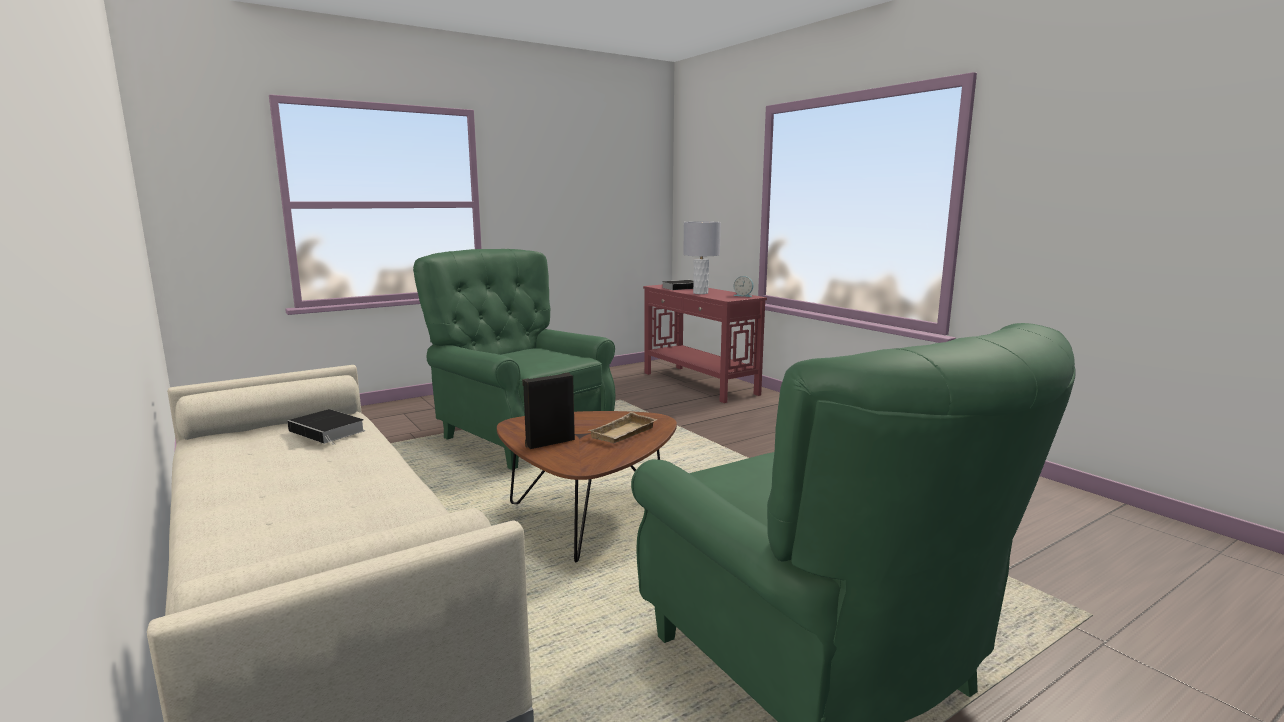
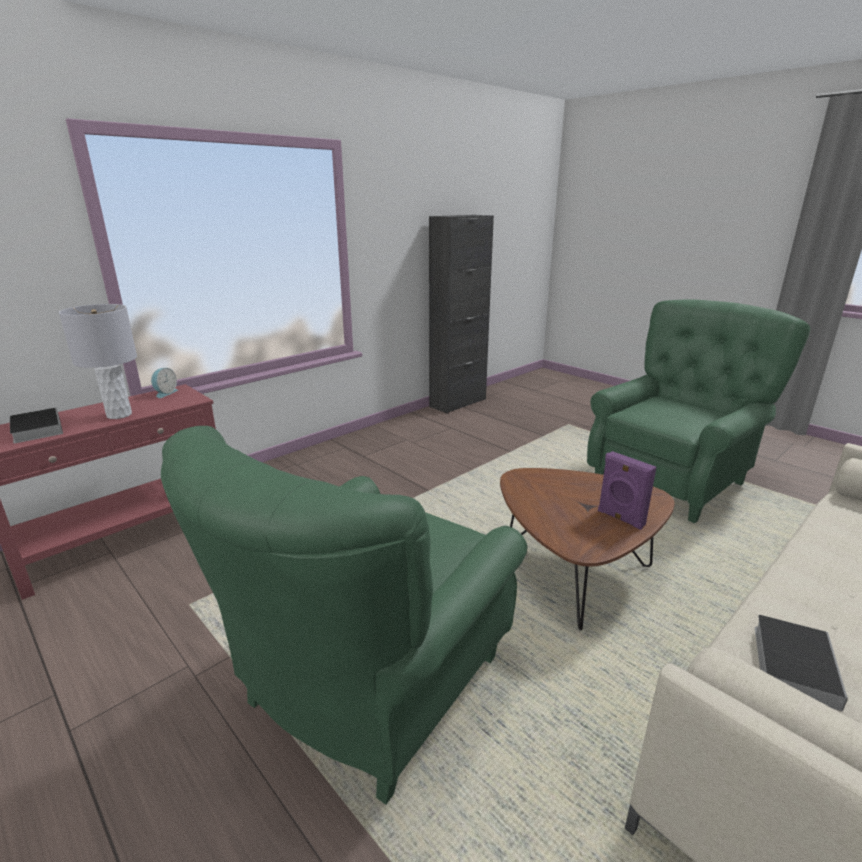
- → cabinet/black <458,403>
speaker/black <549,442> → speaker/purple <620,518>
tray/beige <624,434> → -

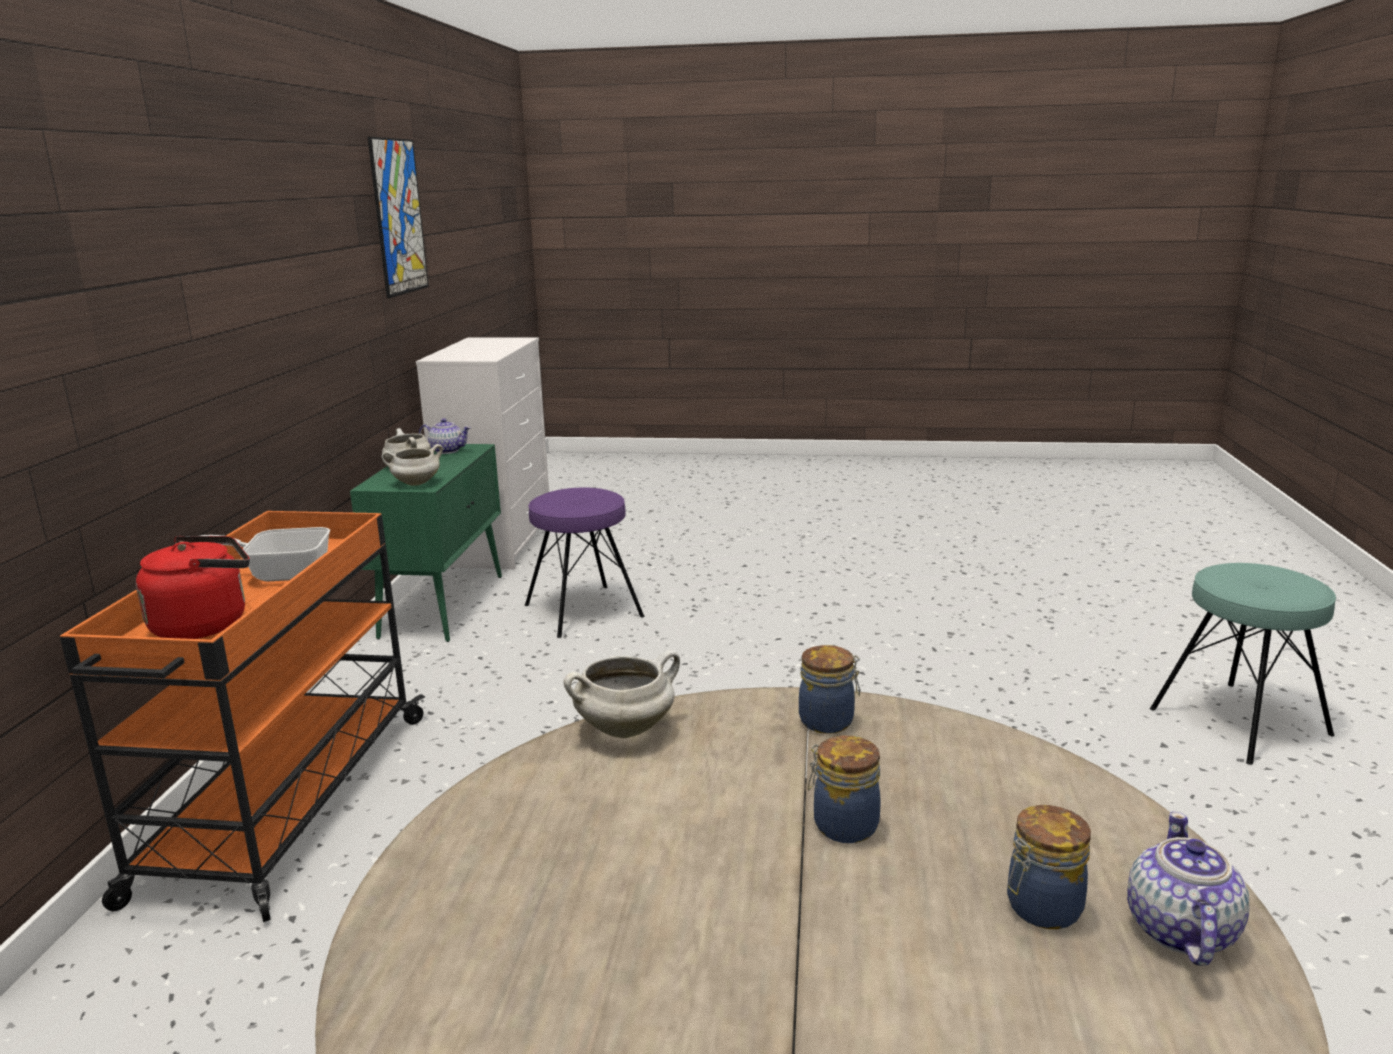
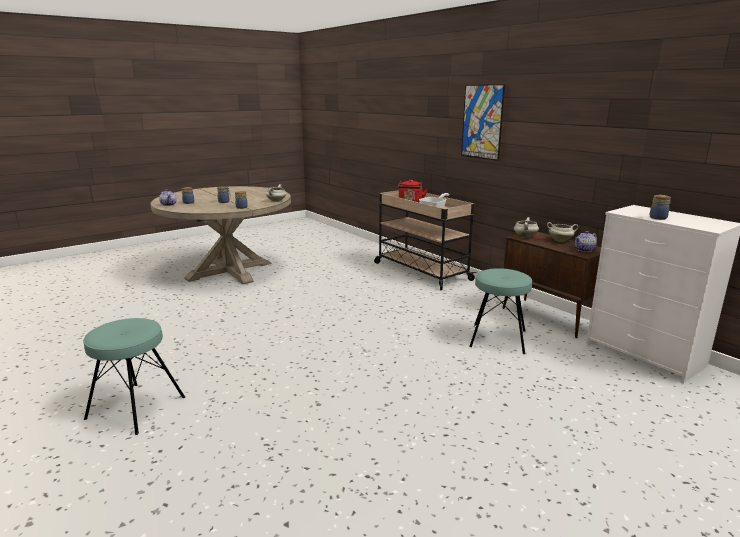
cart/orange <284,805> → cart/beige <420,271>
picture <398,217> → picture <482,122>, moved
stool/purple <583,611> → stool/turquoise <498,338>
cabinet/green <443,605> → cabinet/brown <549,318>
- → jar <657,218>

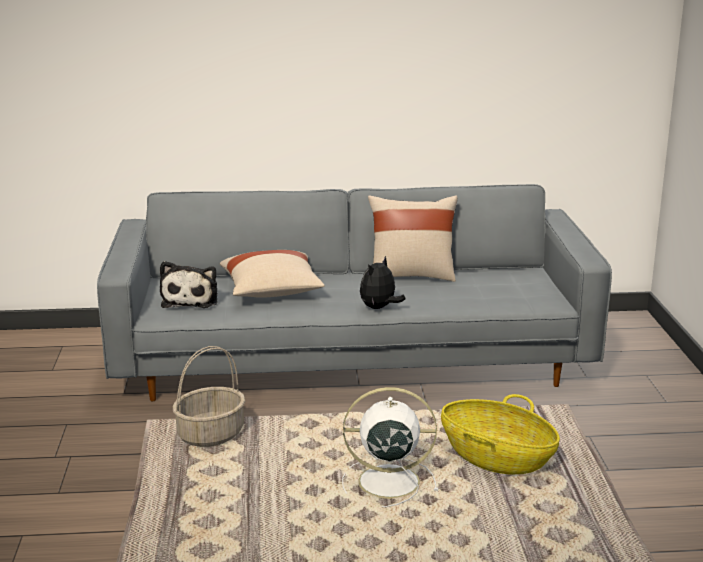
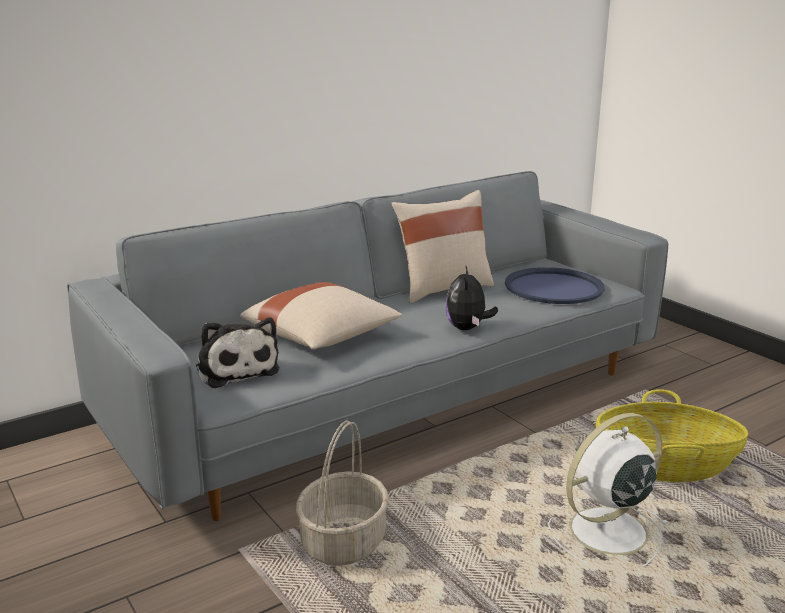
- → tray/blue <554,287>

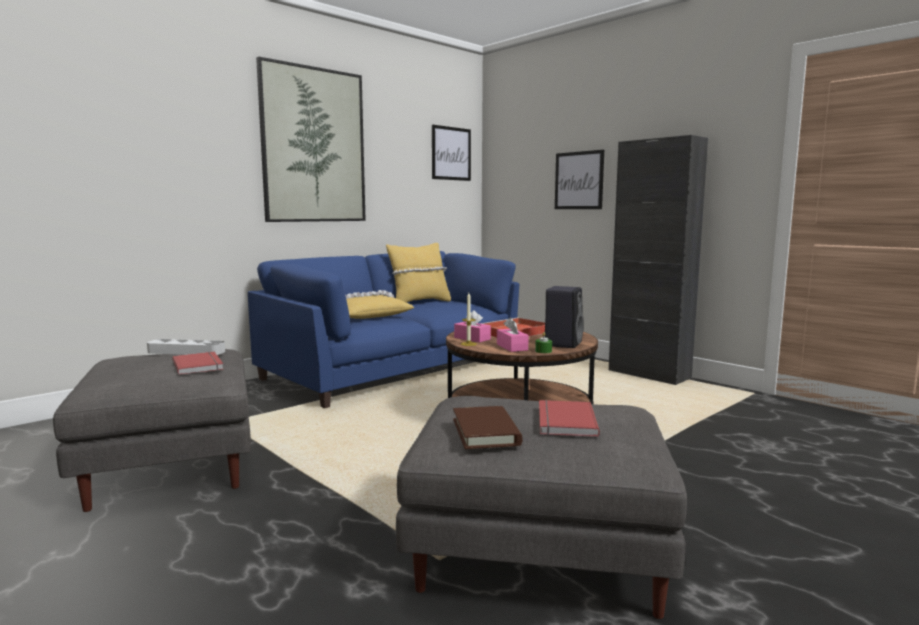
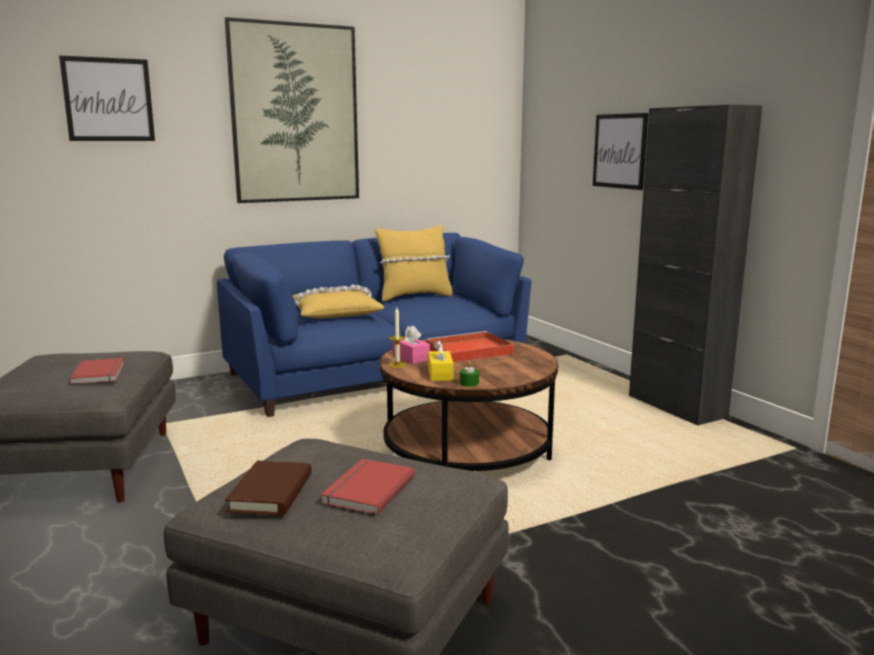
picture <451,153> → picture <108,100>, moved
tissue box/pink <512,347> → tissue box/yellow <440,374>
tray/grey <186,352> → -
speaker/black <563,344> → -

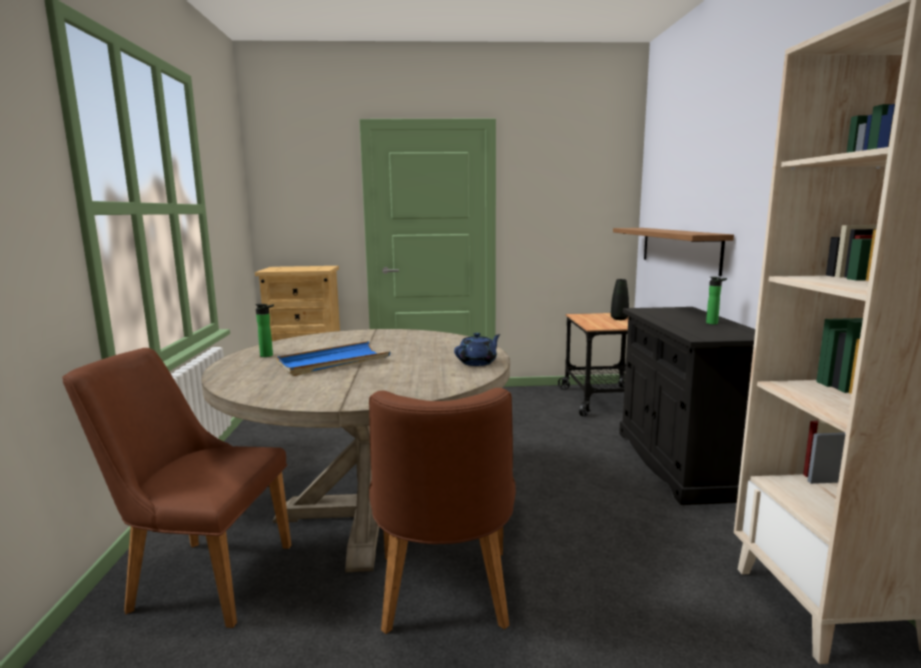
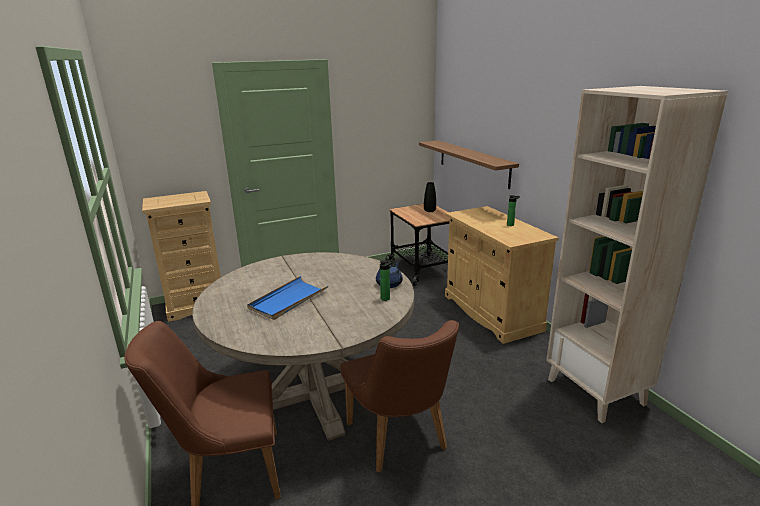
bottle <268,355> → bottle <386,298>, moved
cabinet/black <681,463> → cabinet/beige <491,312>

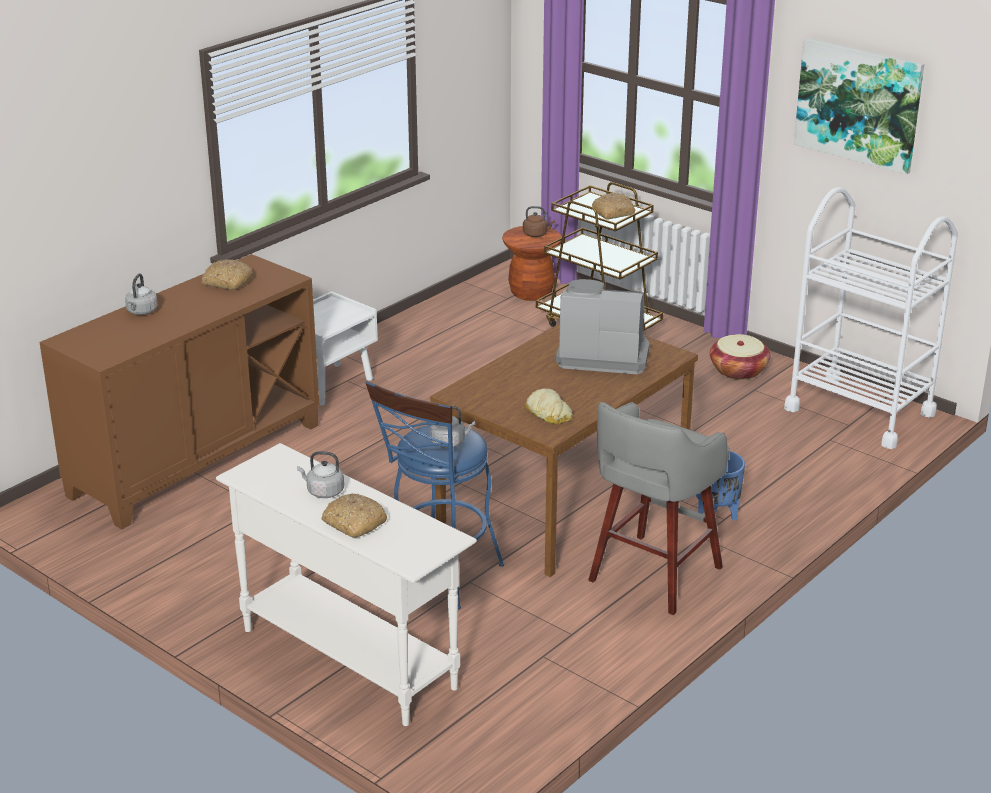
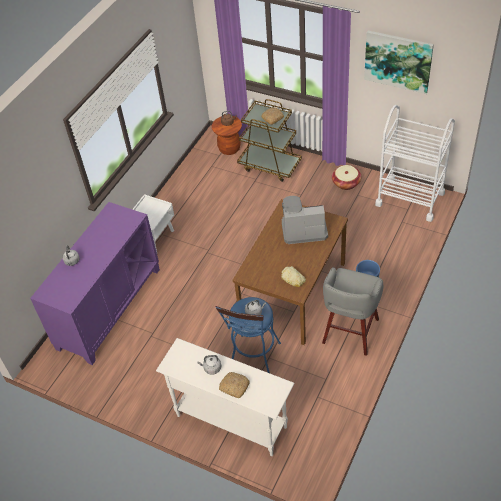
cabinet/brown <196,459> → cabinet/purple <109,308>
bread <227,282> → -

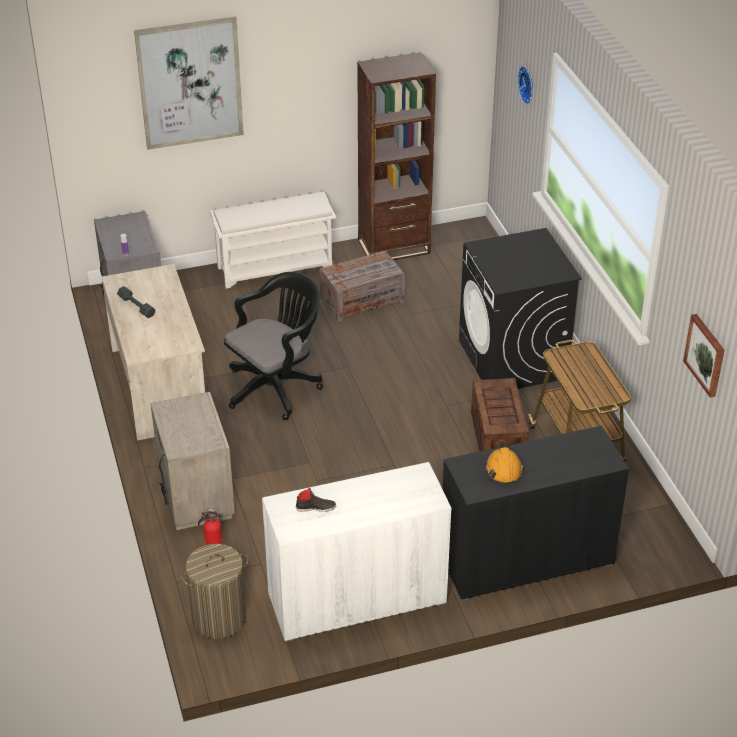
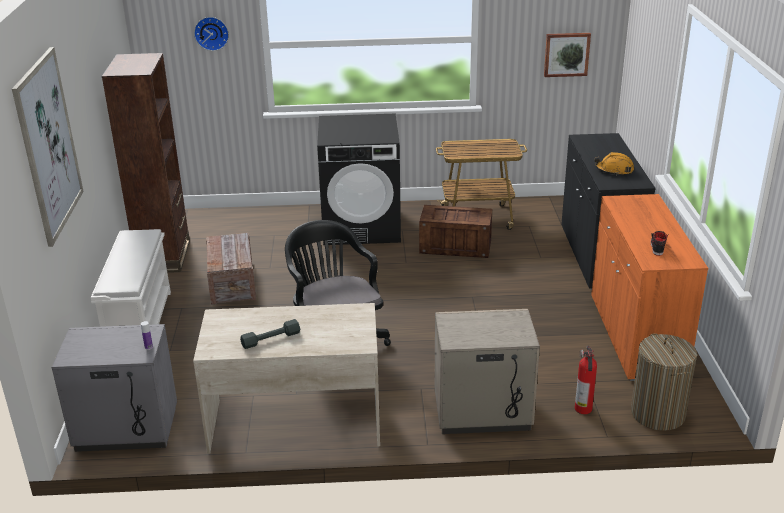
cabinet/white <356,599> → cabinet/orange <636,335>

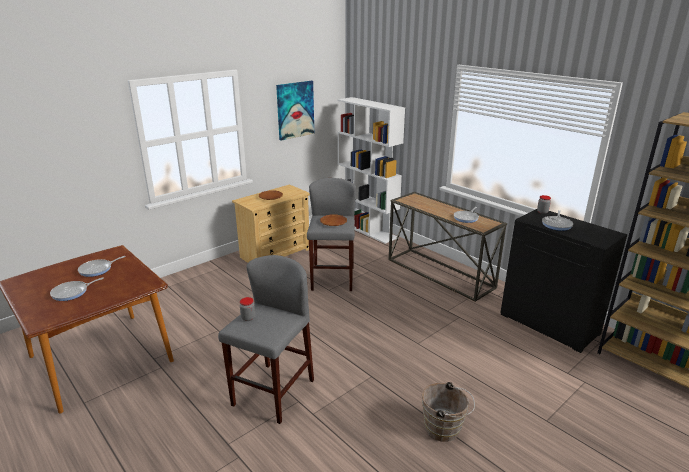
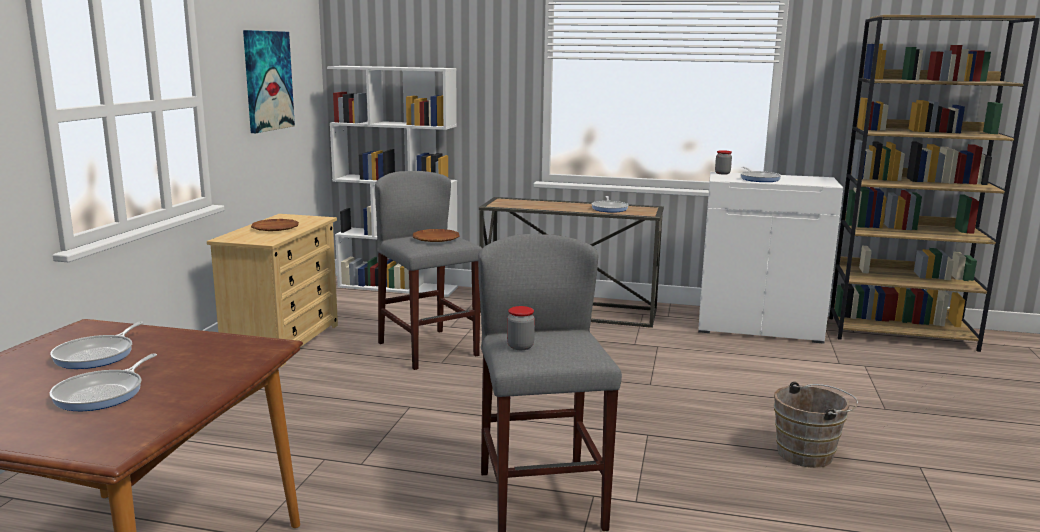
cabinet/black <550,324> → cabinet/white <759,327>

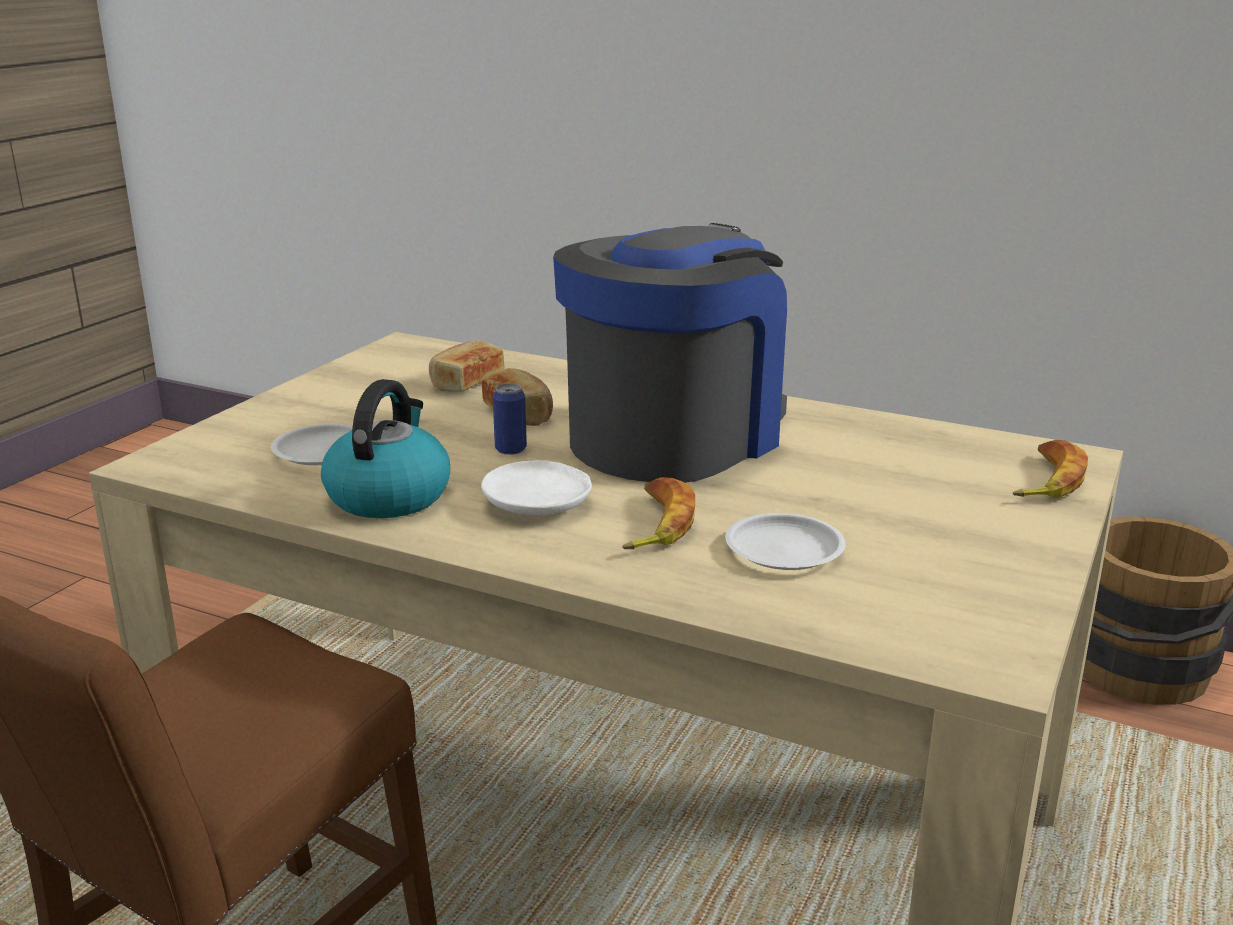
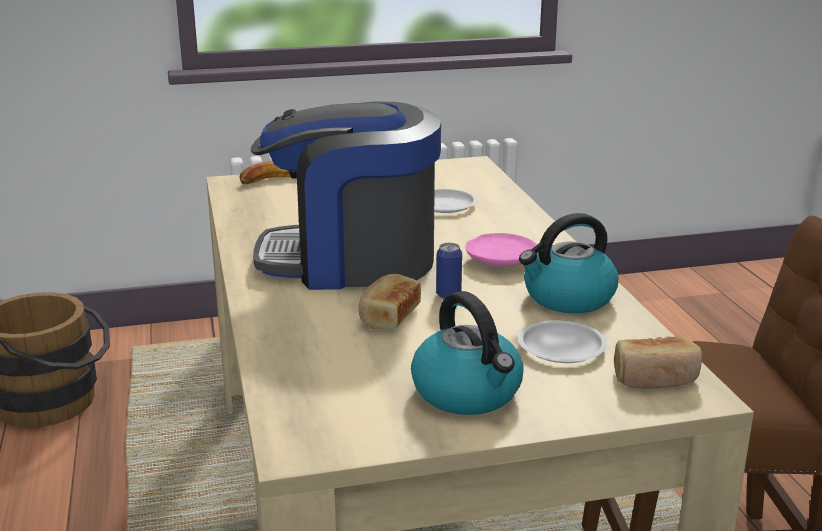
- → kettle <468,393>
plate/white <538,504> → plate/pink <500,260>
bread <465,382> → bread <655,379>, moved
banana <656,524> → -

